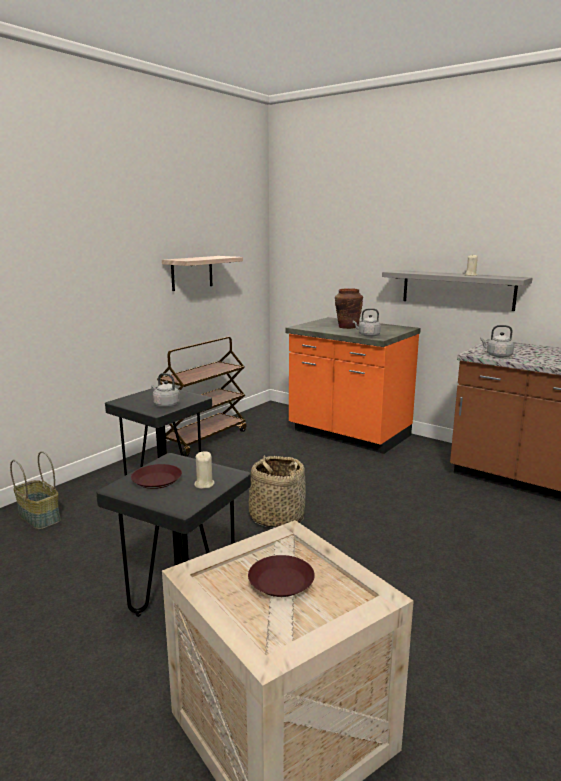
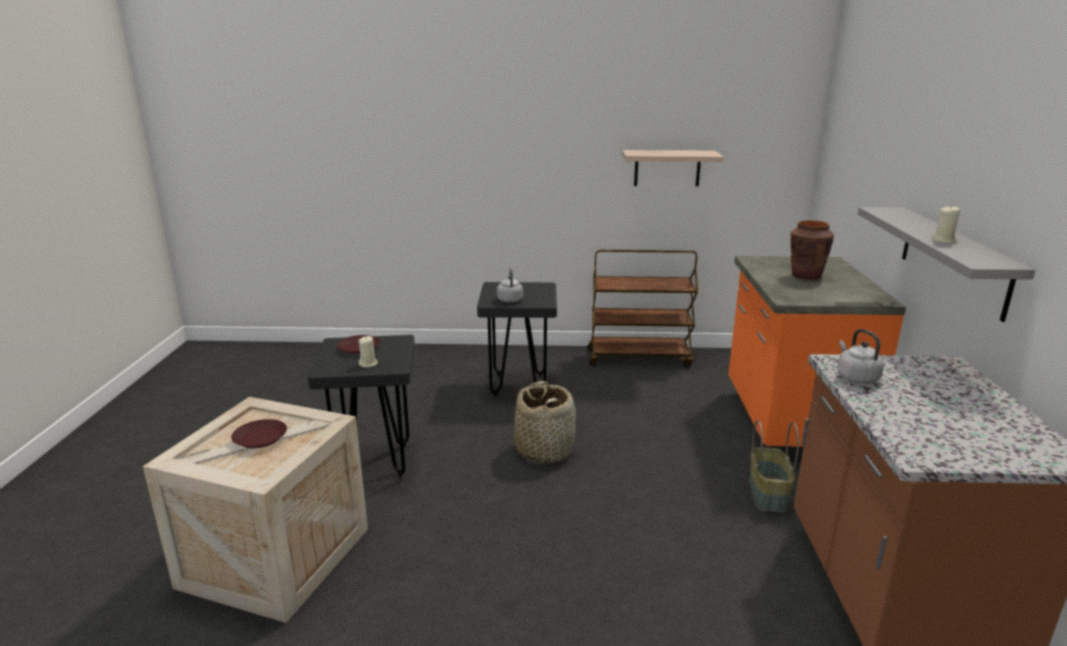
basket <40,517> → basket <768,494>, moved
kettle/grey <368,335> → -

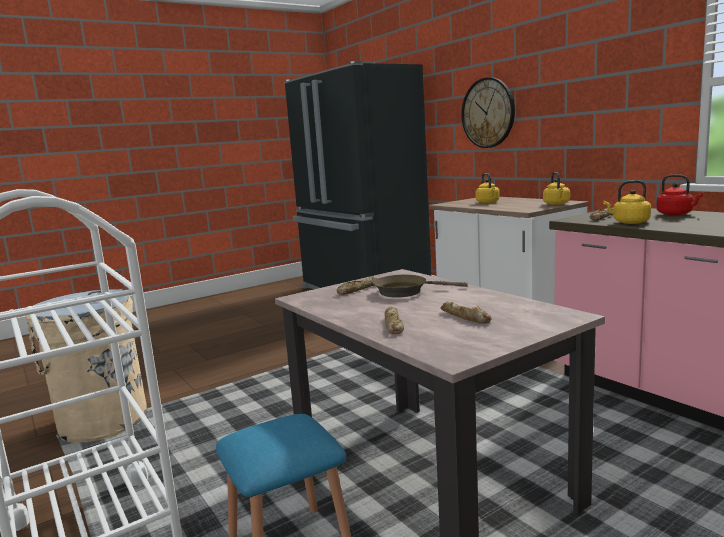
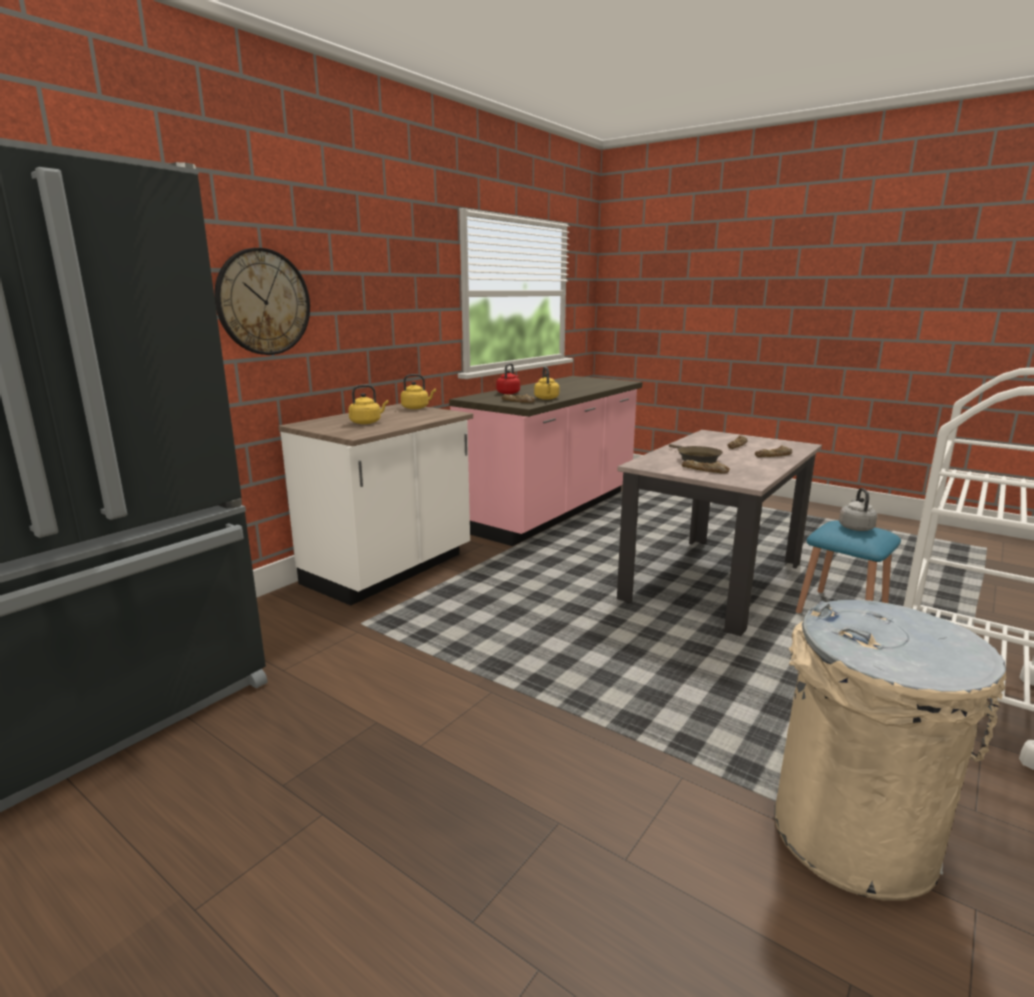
- → kettle/grey <855,527>

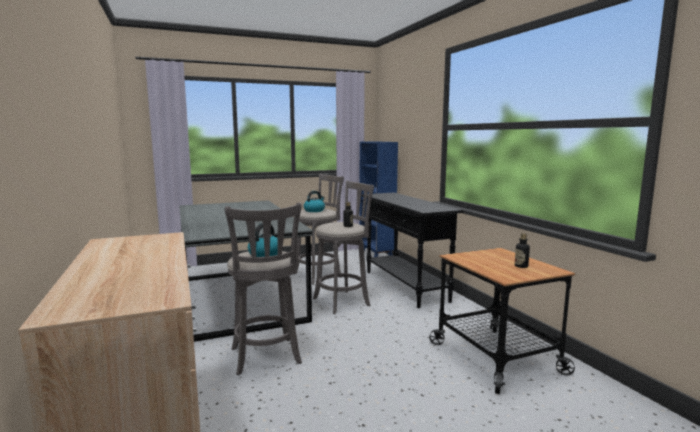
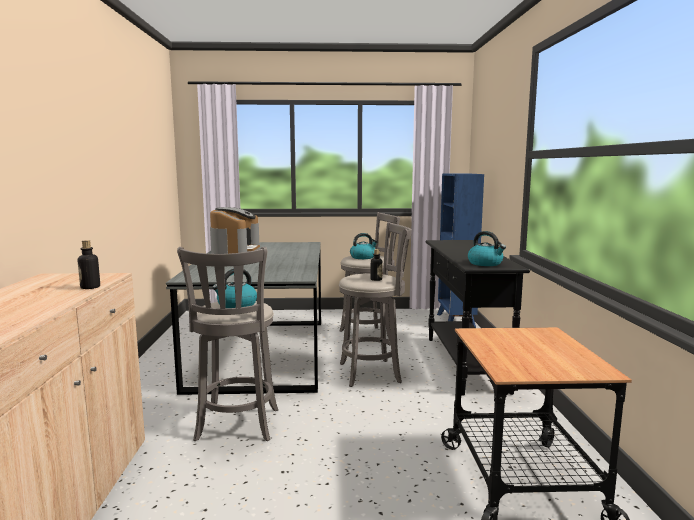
bottle <521,266> → bottle <90,287>, moved
- → coffee machine <235,250>
- → kettle <485,263>

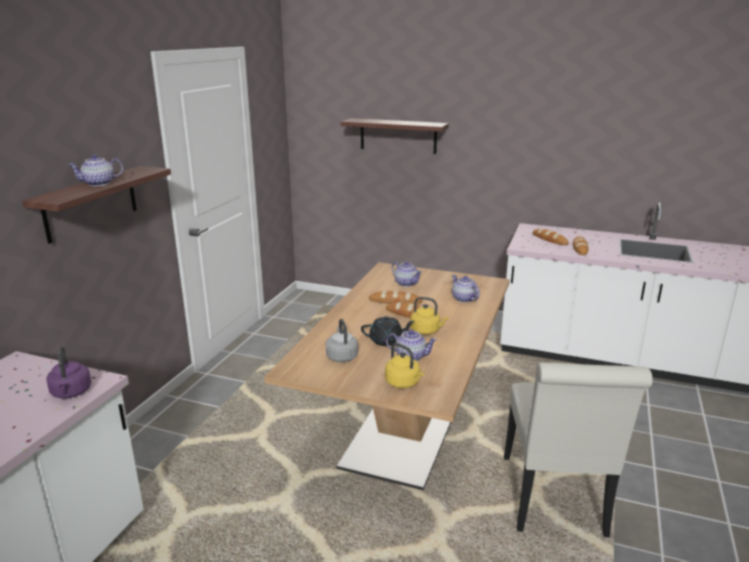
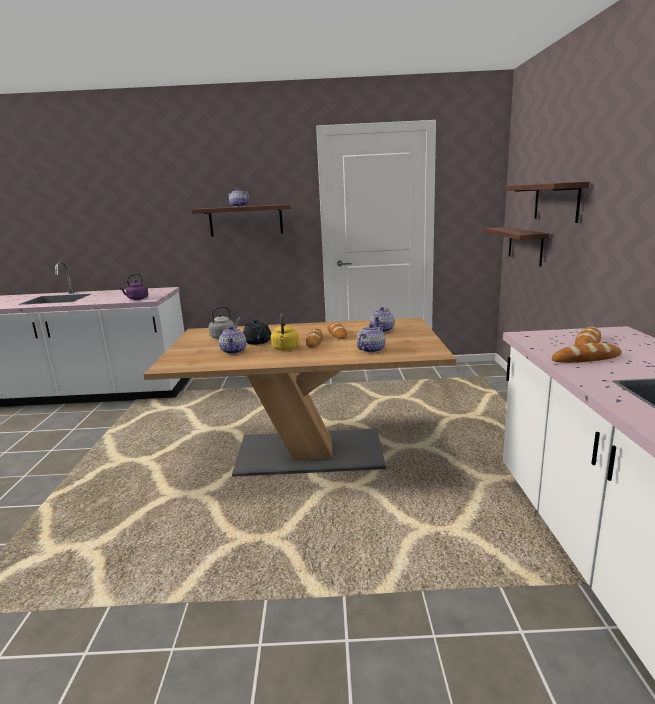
- → shelf <525,245>
kettle/yellow <404,383> → -
chair/white <554,501> → -

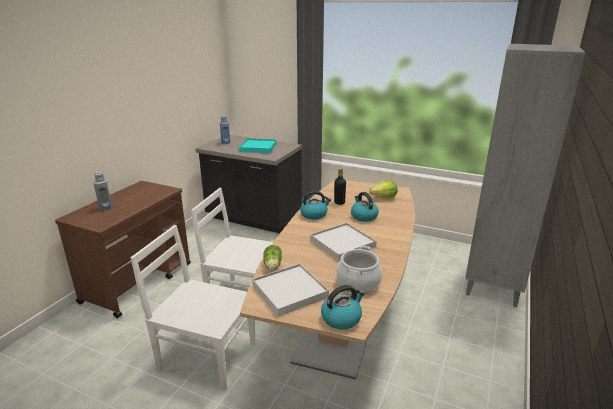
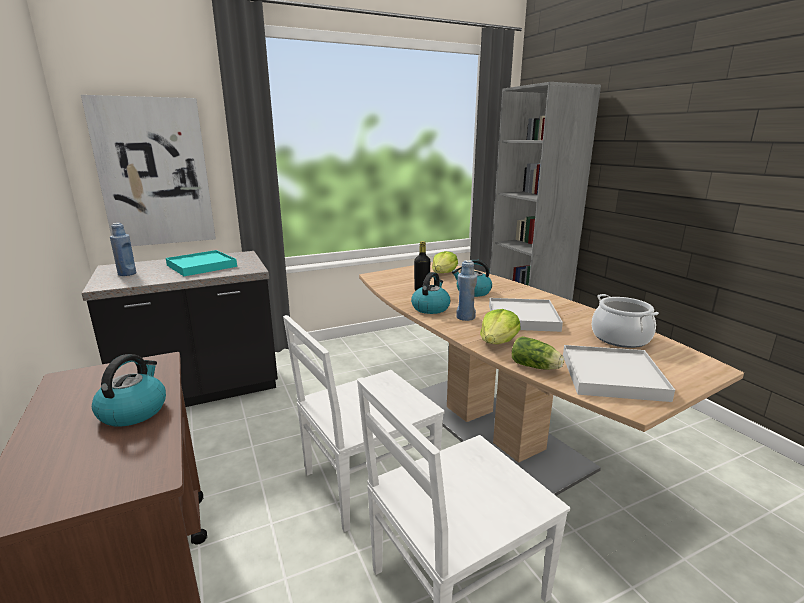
- → picture <154,173>
kettle <341,318> → kettle <133,411>, moved
bottle/blue <105,208> → bottle/blue <465,317>, moved
- → lettuce <498,342>

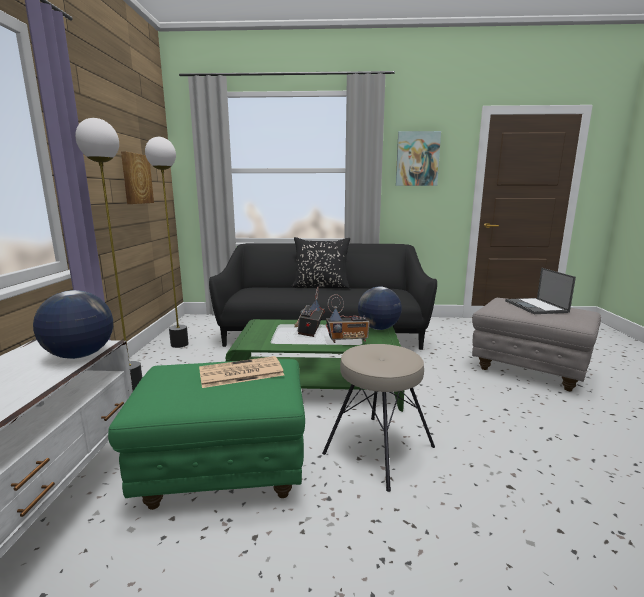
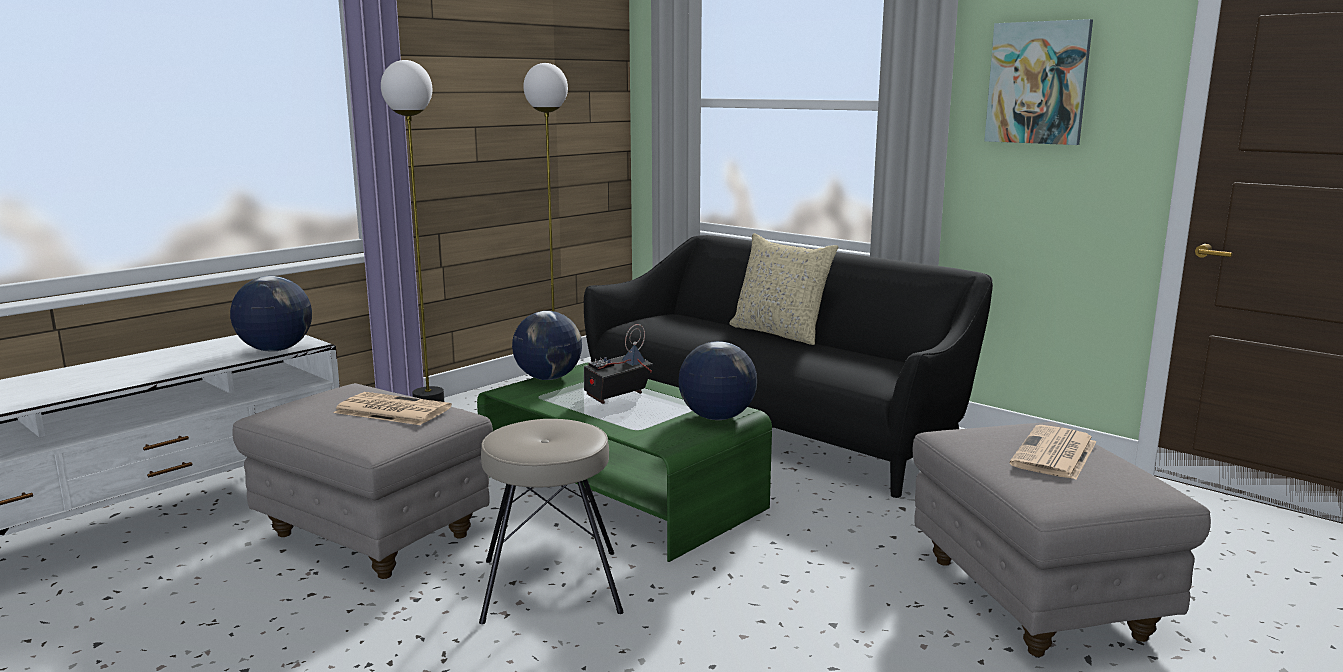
ottoman/green <223,474> → ottoman/grey <370,536>
- → globe <549,378>
pillow/black <321,286> → pillow/beige <780,333>
laptop <536,307> → newspaper <1054,454>
picture <136,179> → -
radio <348,340> → -

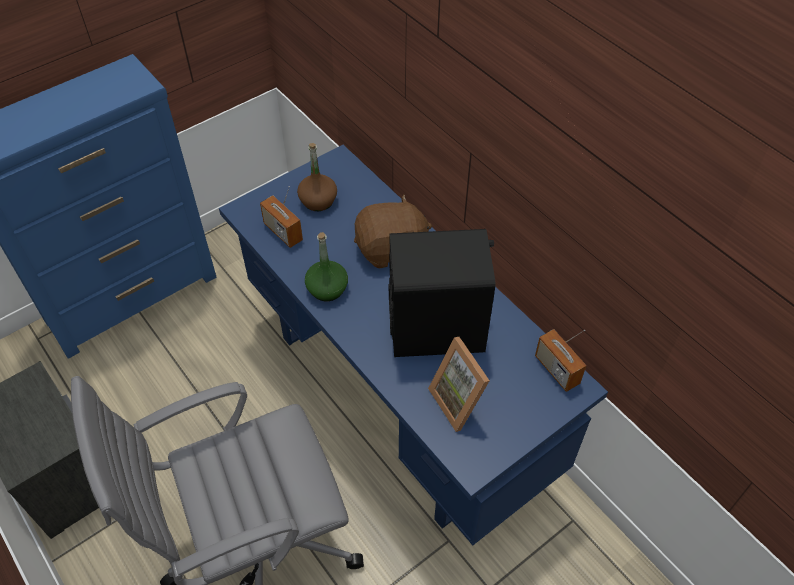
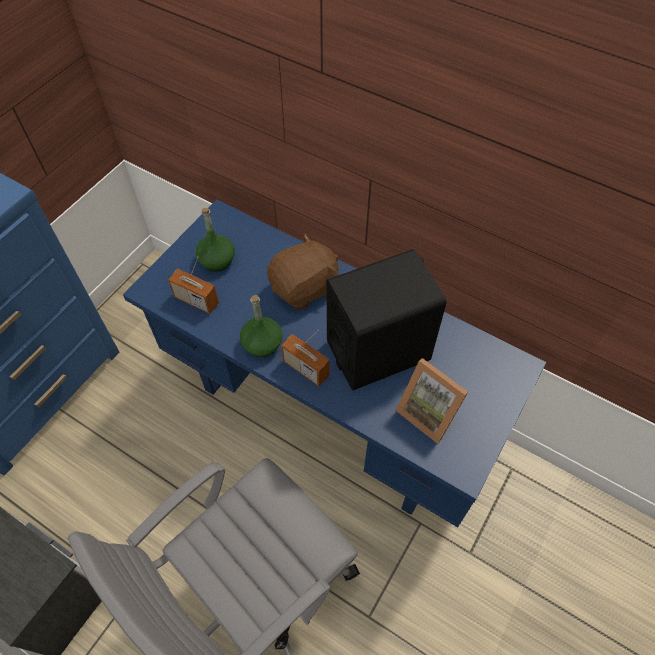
bottle/brown <318,201> → bottle/green <217,260>
radio <557,370> → radio <306,368>, moved

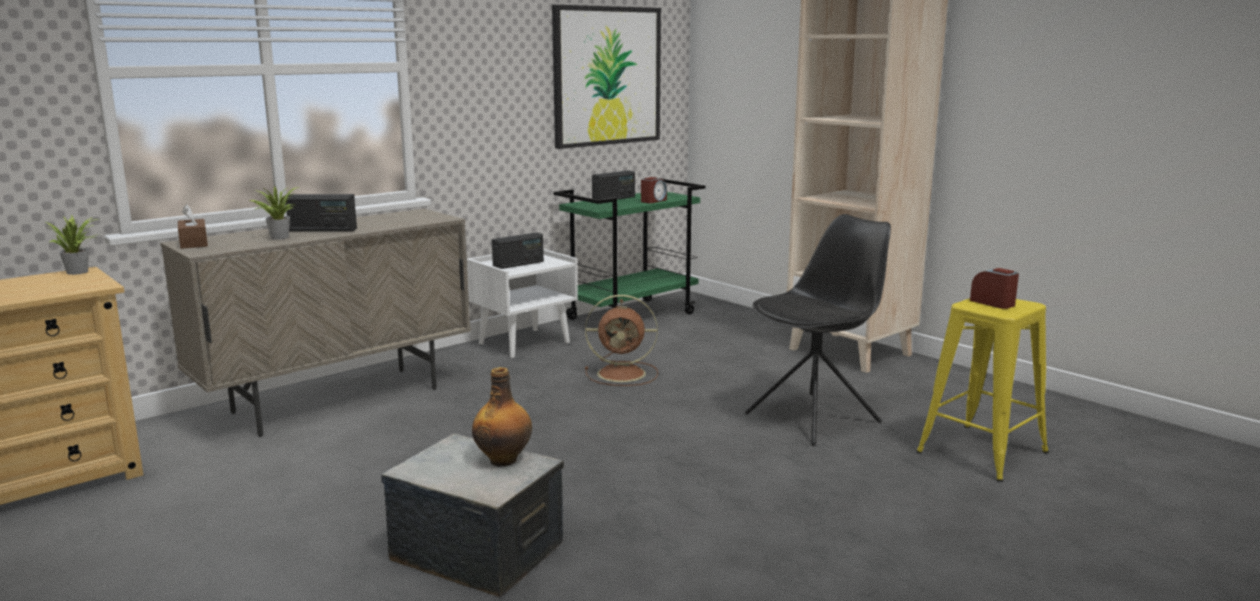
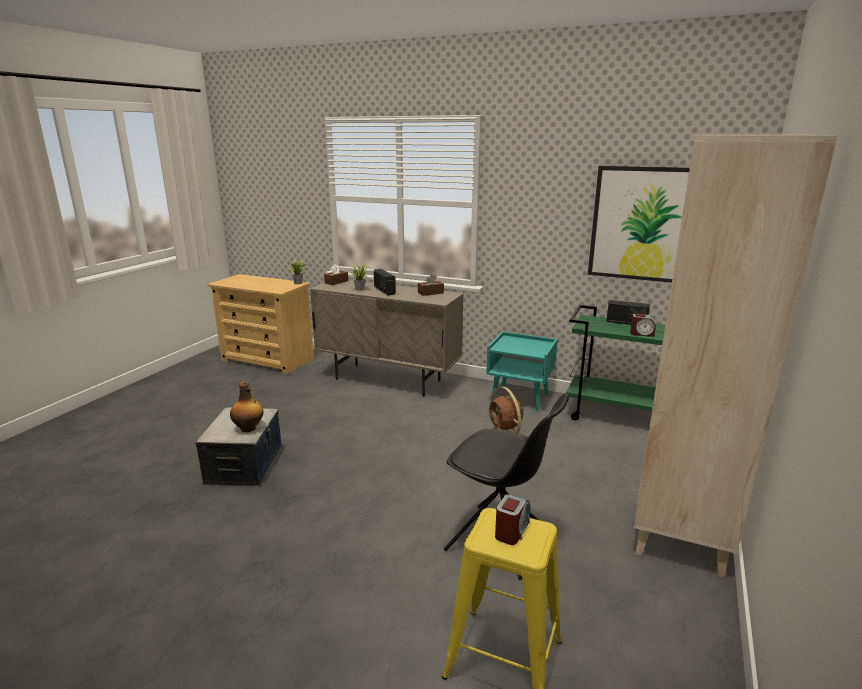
- → tissue box/brown <430,293>
nightstand/white <524,343> → nightstand/turquoise <520,397>
radio <518,264> → -

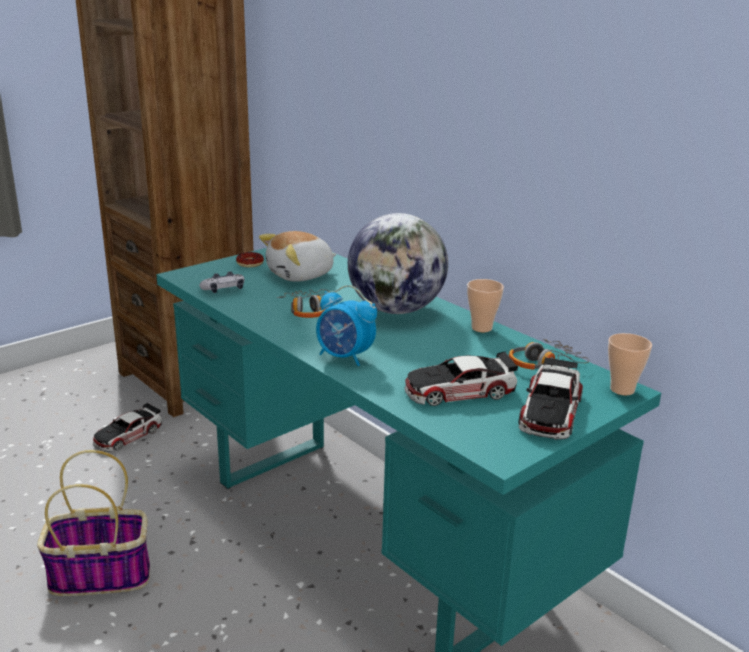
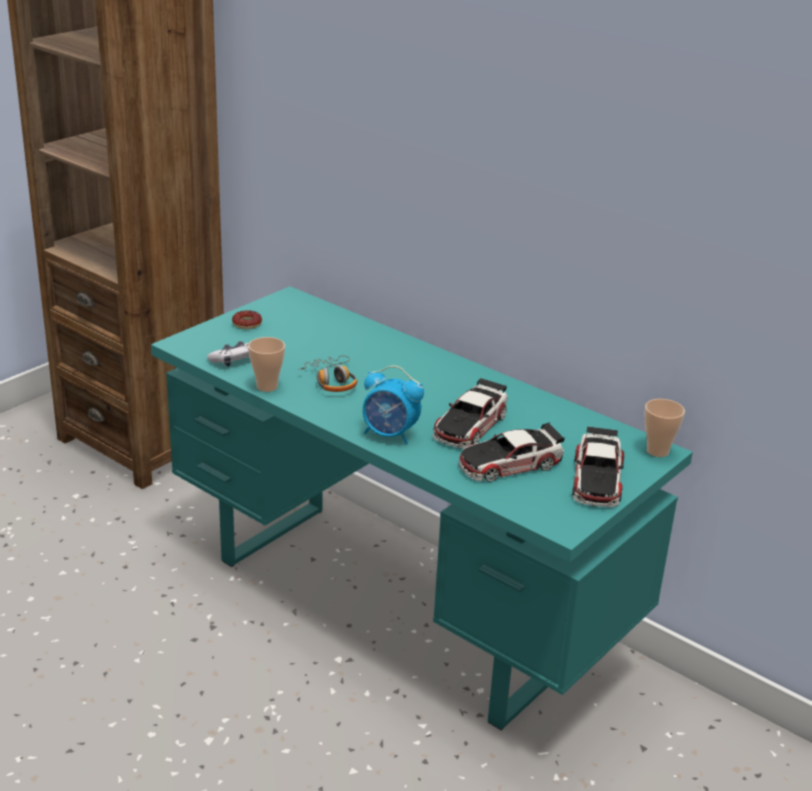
cup <481,328> → cup <267,386>, moved
toy car <128,435> → toy car <470,425>, moved
basket <102,575> → -
plush toy <301,275> → -
globe <396,310> → -
headphones <543,363> → -

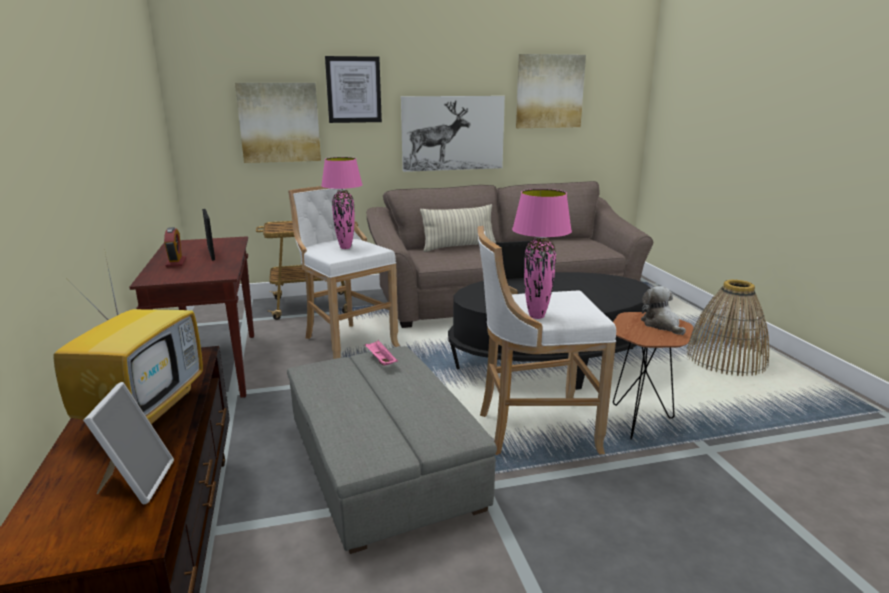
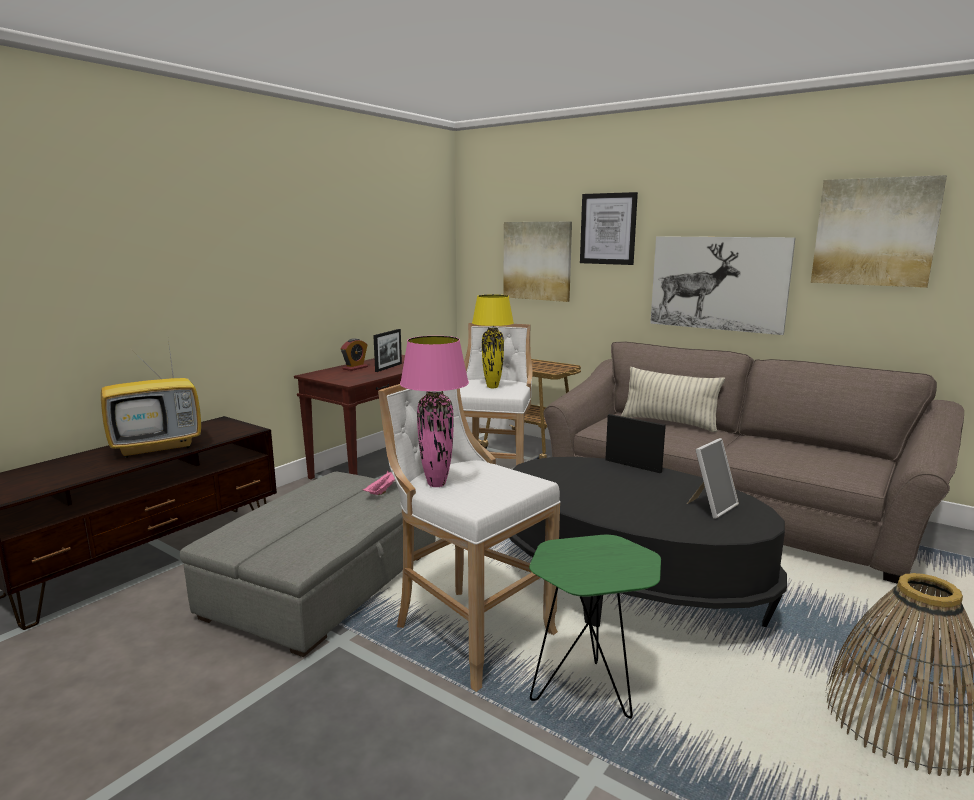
table lamp/pink <345,248> → table lamp/yellow <492,387>
side table/brown <639,419> → side table/green <589,692>
picture frame <136,482> → picture frame <711,507>, moved
plush toy <661,325> → -

